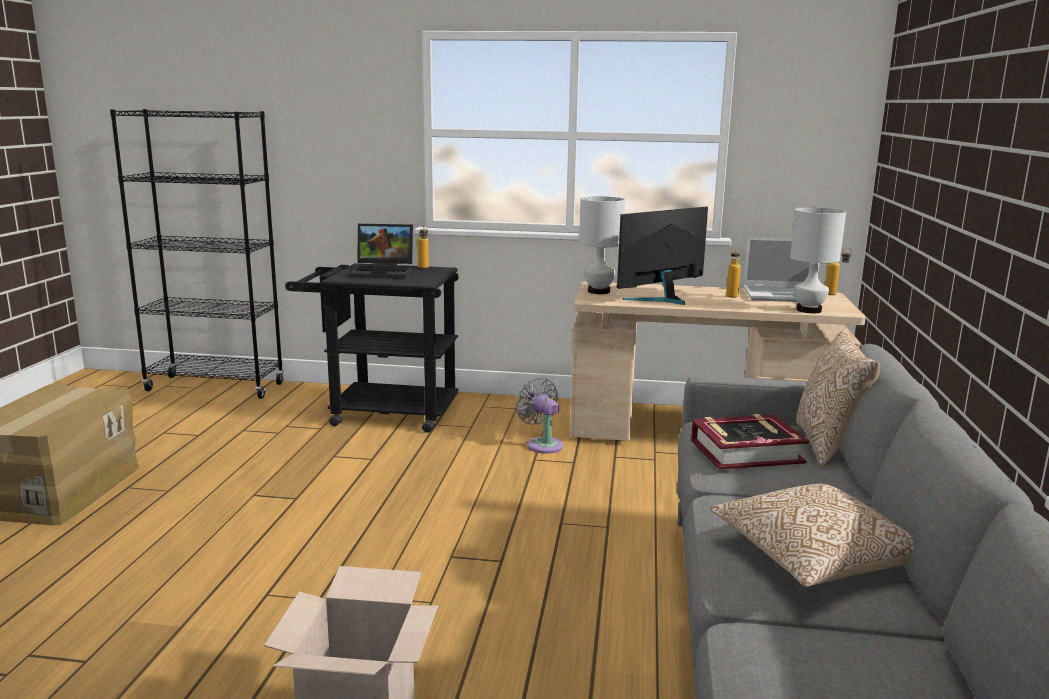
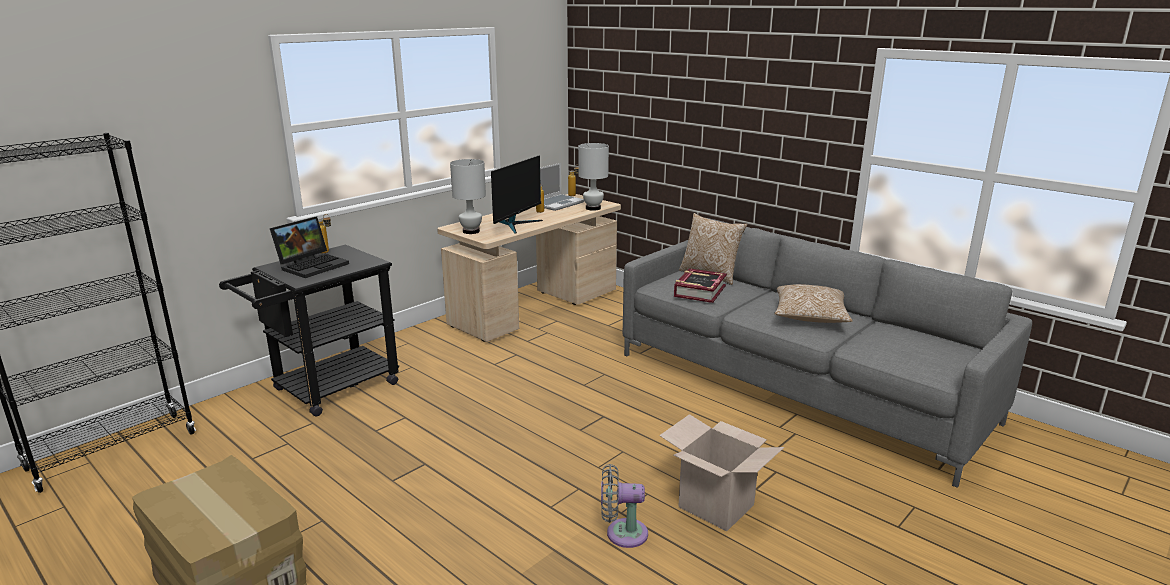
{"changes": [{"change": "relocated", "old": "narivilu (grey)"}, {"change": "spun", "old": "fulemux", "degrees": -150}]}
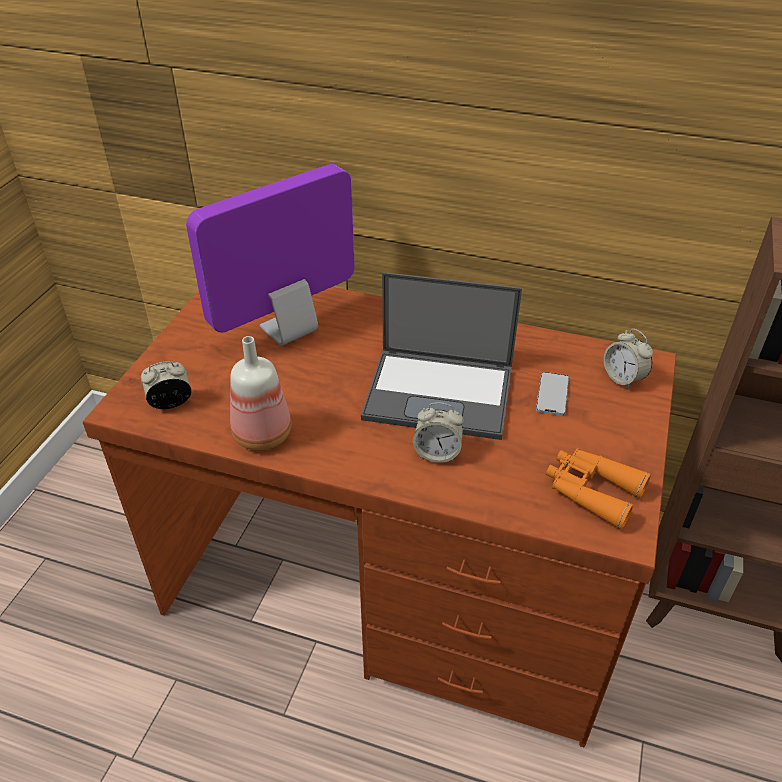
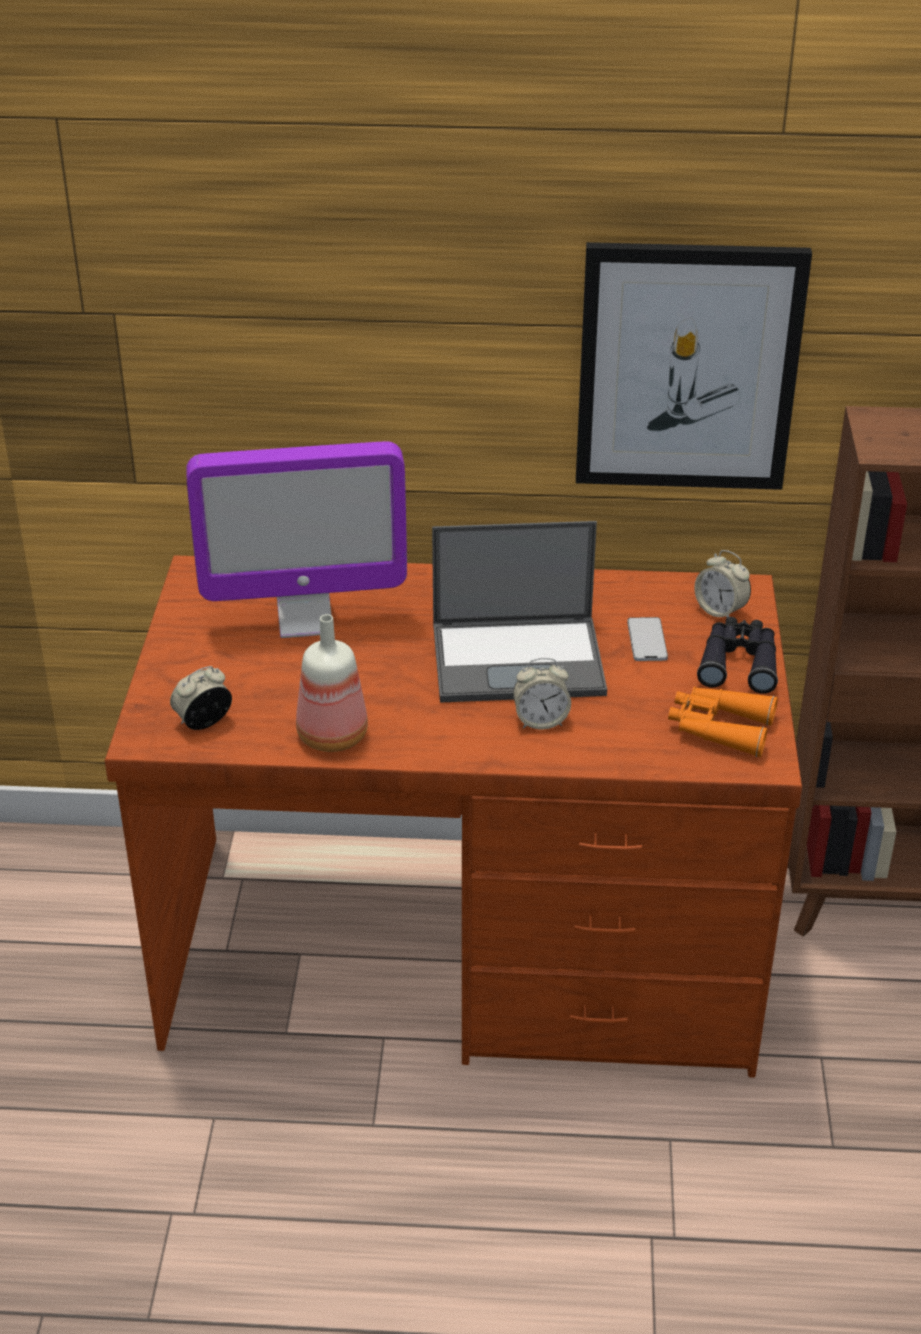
{"changes": [{"change": "appeared", "new": "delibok"}, {"change": "appeared", "new": "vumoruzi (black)"}, {"change": "spun", "old": "fulemux", "degrees": -135}]}
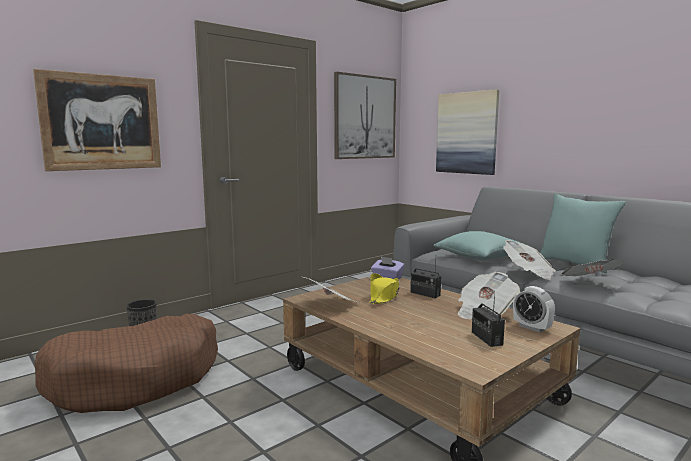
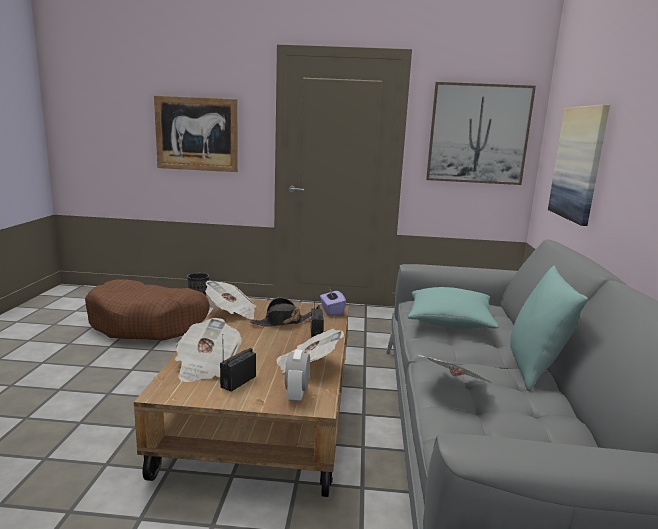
{"changes": [{"change": "relocated", "old": "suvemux (no. 3 from left in the first image)", "new": "suvemux (no. 1 from left)"}, {"change": "colour", "old": "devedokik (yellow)", "new": "devedokik (black)"}]}
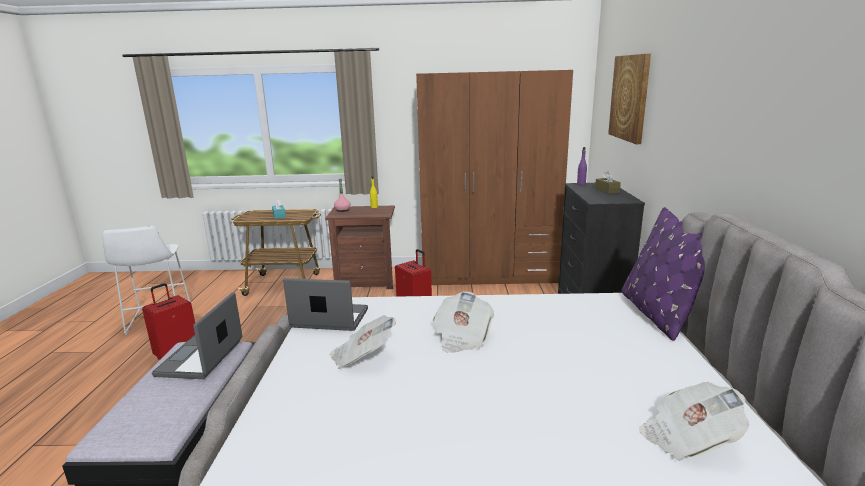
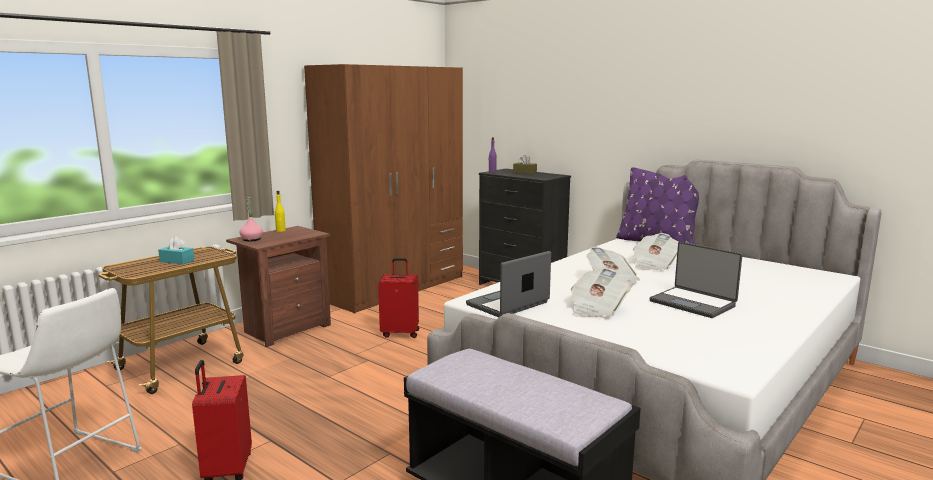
{"changes": [{"change": "missing", "old": "delibok"}, {"change": "relocated", "old": "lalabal (no. 1 from left in the first image)", "new": "lalabal (no. 2 from left)"}, {"change": "relocated", "old": "suvemux (no. 3 from left)"}]}
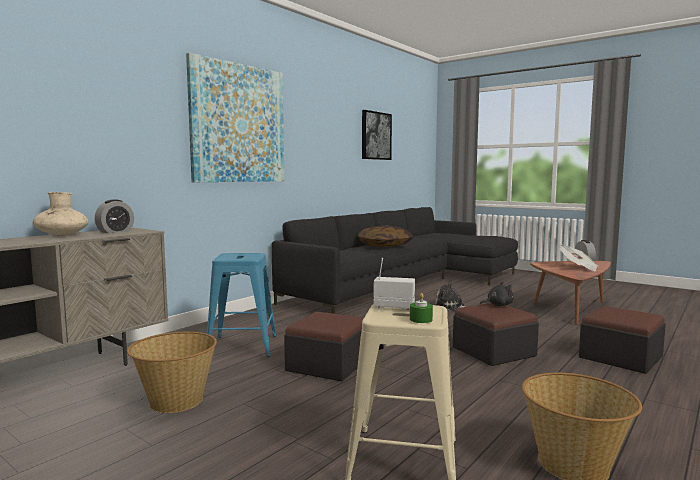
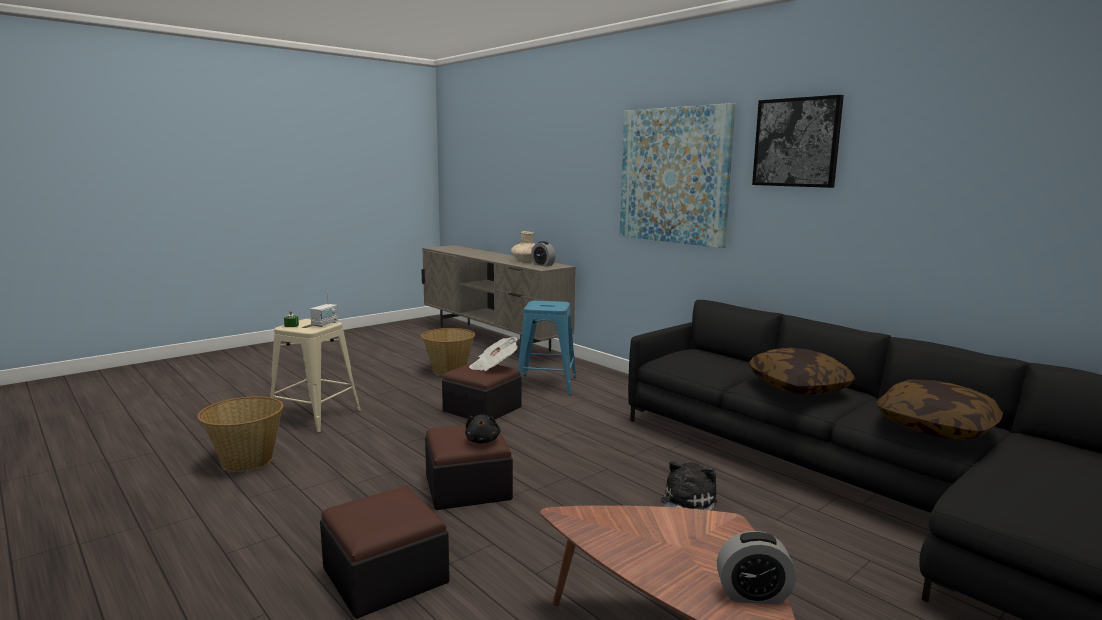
{"changes": [{"change": "appeared", "new": "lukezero (no. 2 from left)"}, {"change": "relocated", "old": "delibok (no. 2 from left)"}, {"change": "relocated", "old": "suvemux"}]}
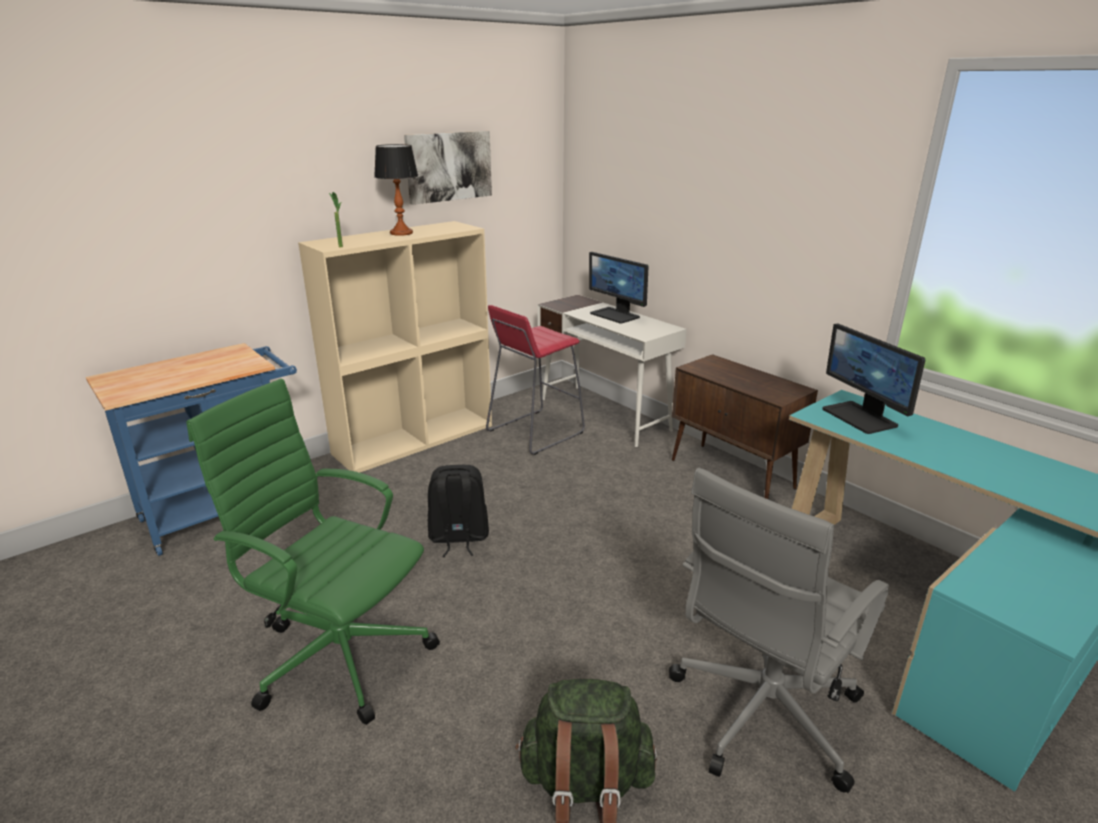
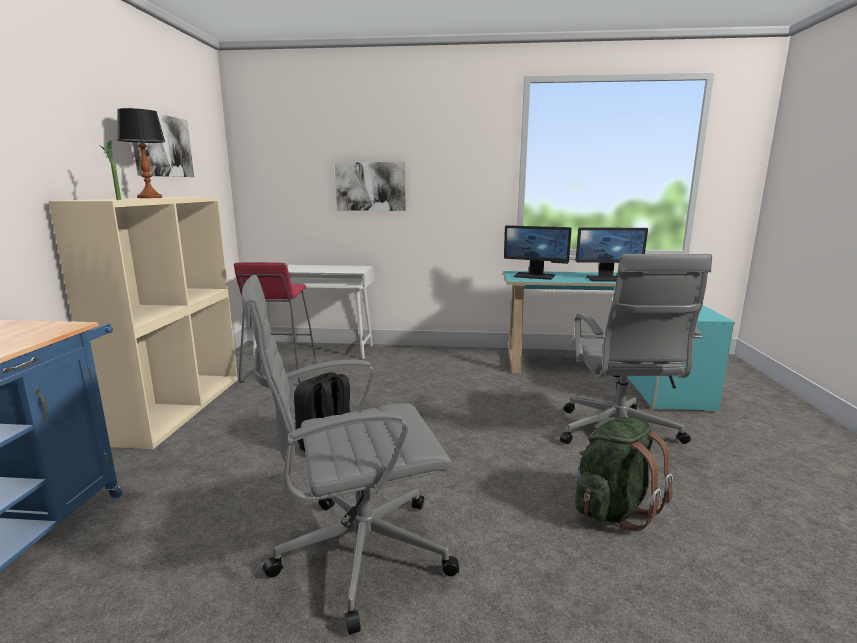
{"changes": [{"change": "missing", "old": "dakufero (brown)"}, {"change": "appeared", "new": "delibok (no. 2 from left)"}, {"change": "relocated", "old": "fulemux (no. 1 from left in the first image)", "new": "fulemux (no. 2 from left)"}, {"change": "colour", "old": "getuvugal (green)", "new": "getuvugal (grey) (no. 1 from left)"}]}
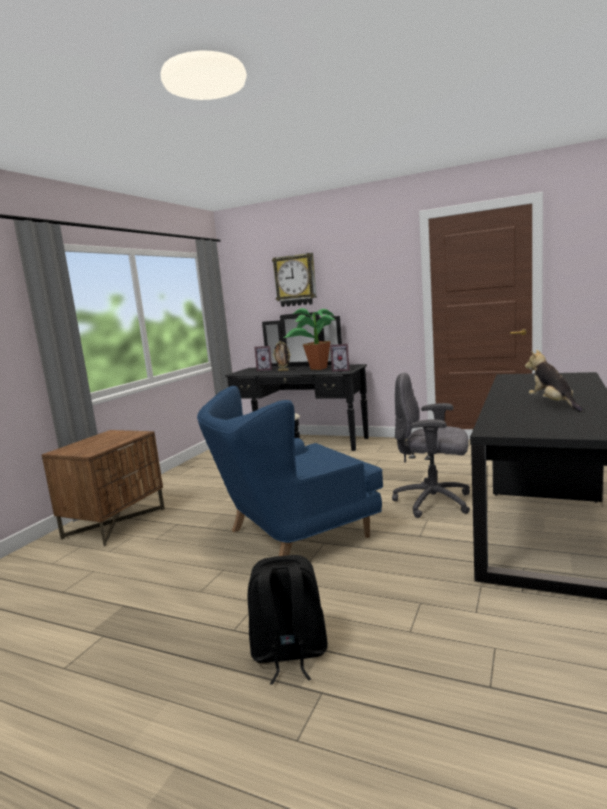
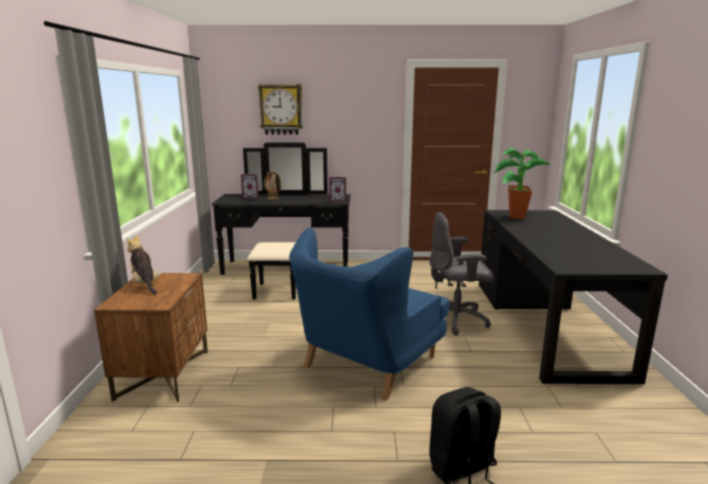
{"changes": [{"change": "relocated", "old": "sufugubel"}, {"change": "relocated", "old": "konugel"}]}
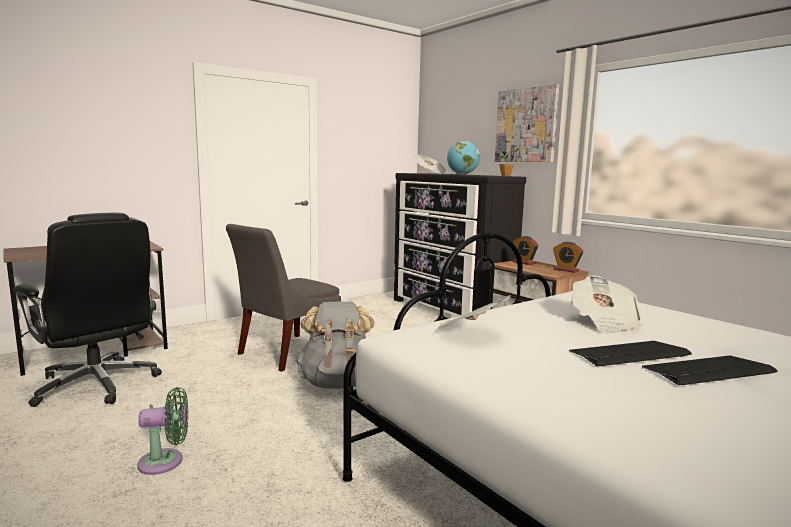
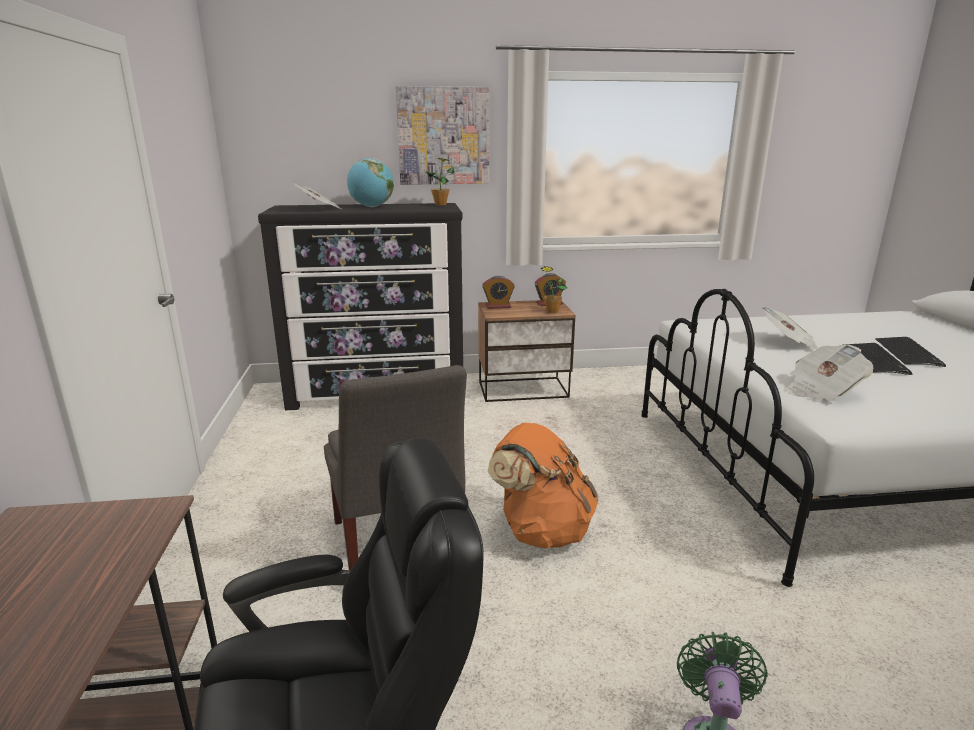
{"changes": [{"change": "appeared", "new": "sufugubel (no. 2 from left)"}, {"change": "colour", "old": "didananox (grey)", "new": "didananox (orange)"}]}
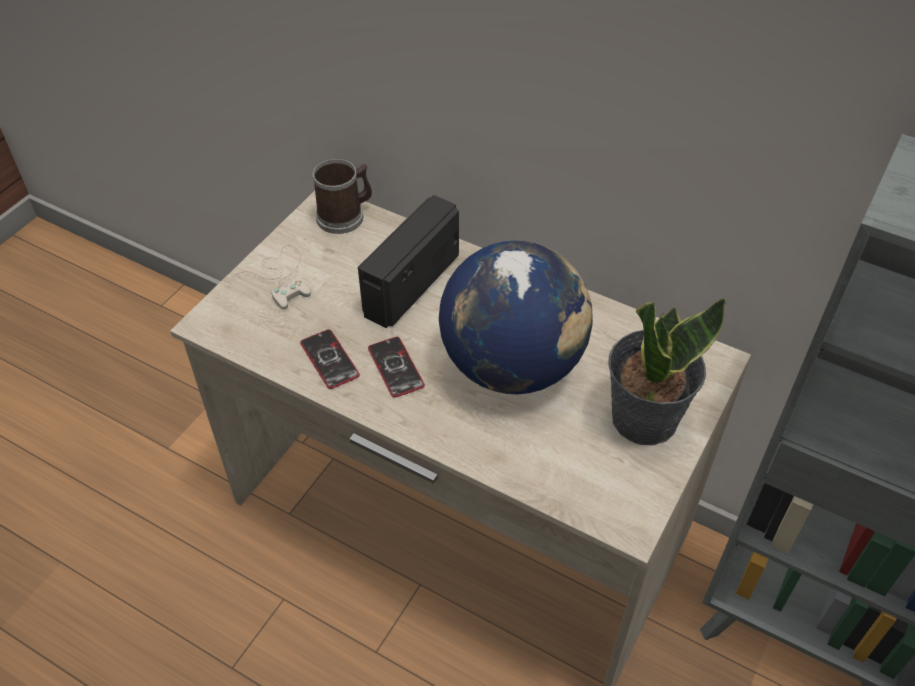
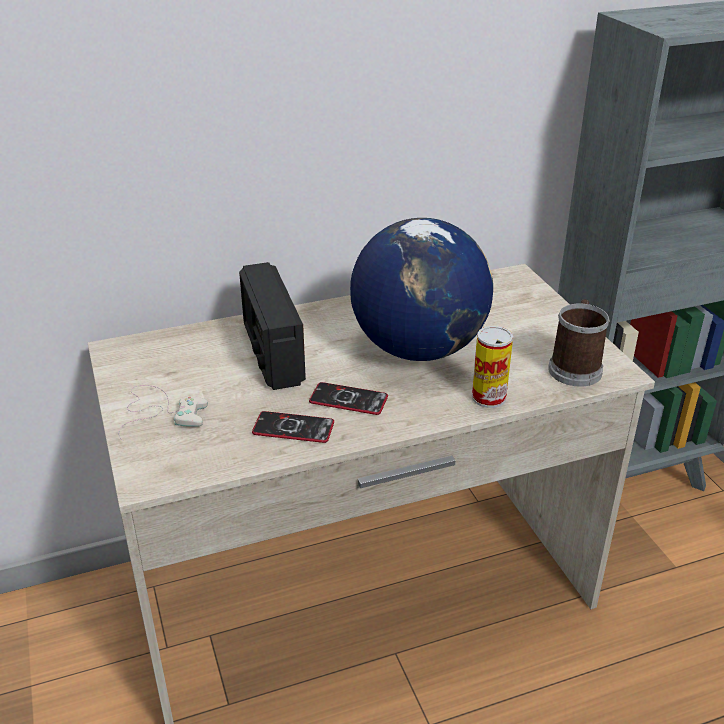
{"changes": [{"change": "missing", "old": "sufugubel"}, {"change": "appeared", "new": "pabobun"}, {"change": "relocated", "old": "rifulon"}]}
